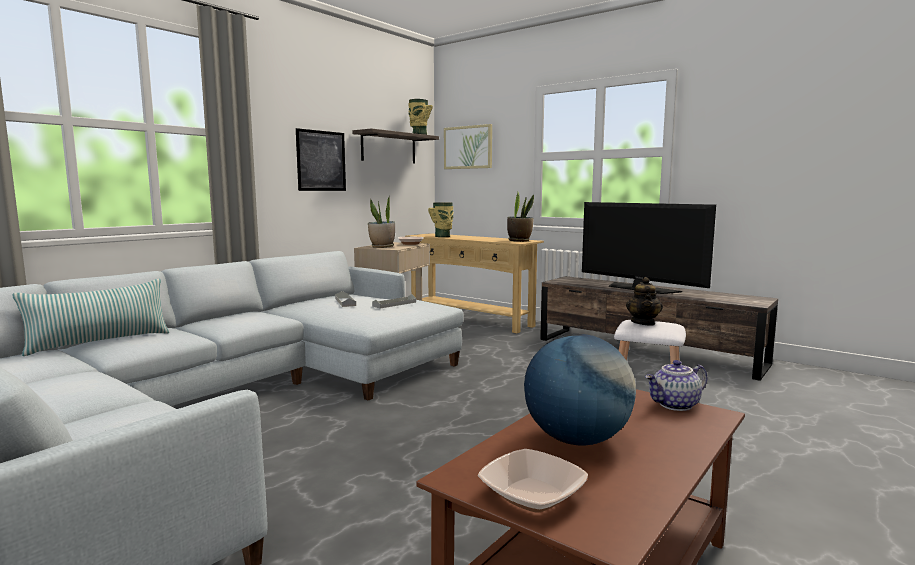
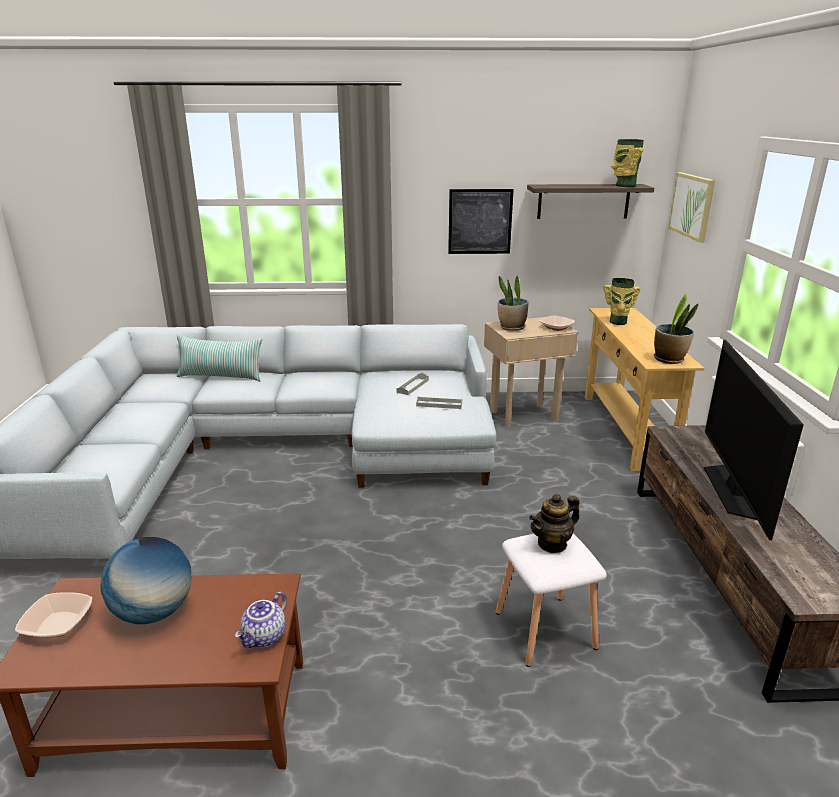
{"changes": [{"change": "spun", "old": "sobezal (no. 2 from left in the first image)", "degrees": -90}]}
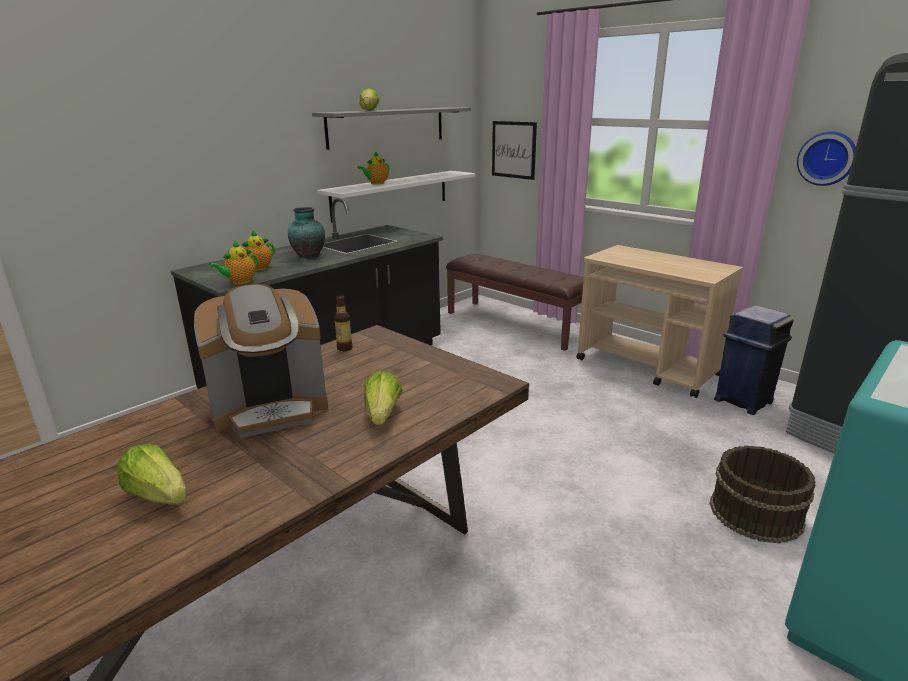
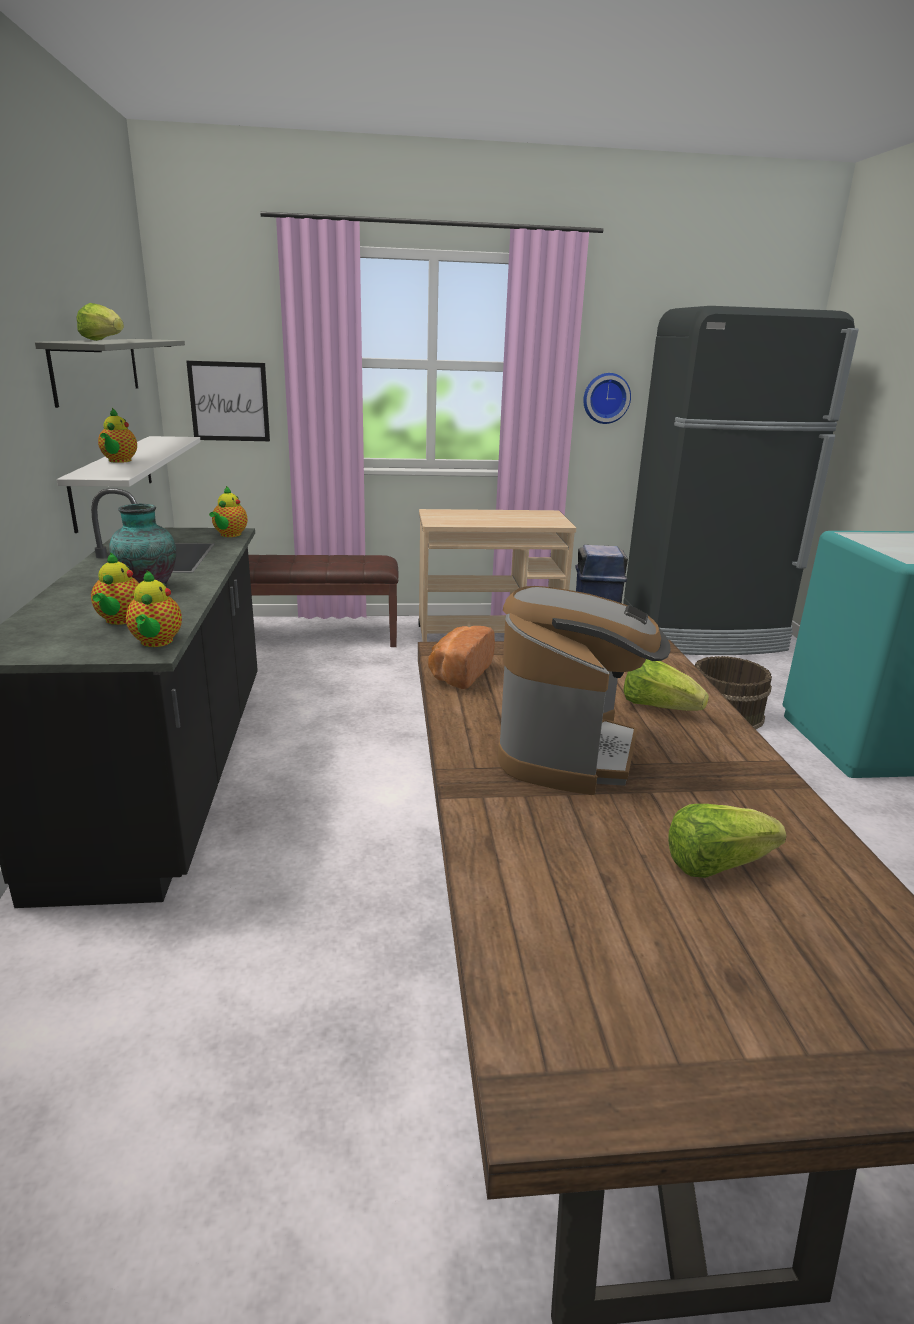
{"changes": [{"change": "appeared", "new": "sobezal (no. 4 from left)"}, {"change": "exchanged", "old": "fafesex", "new": "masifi"}]}
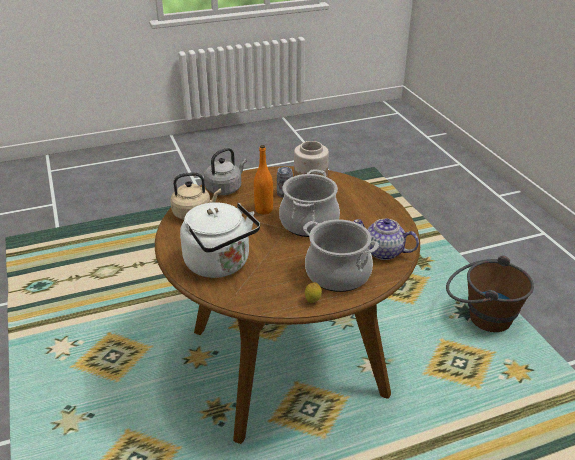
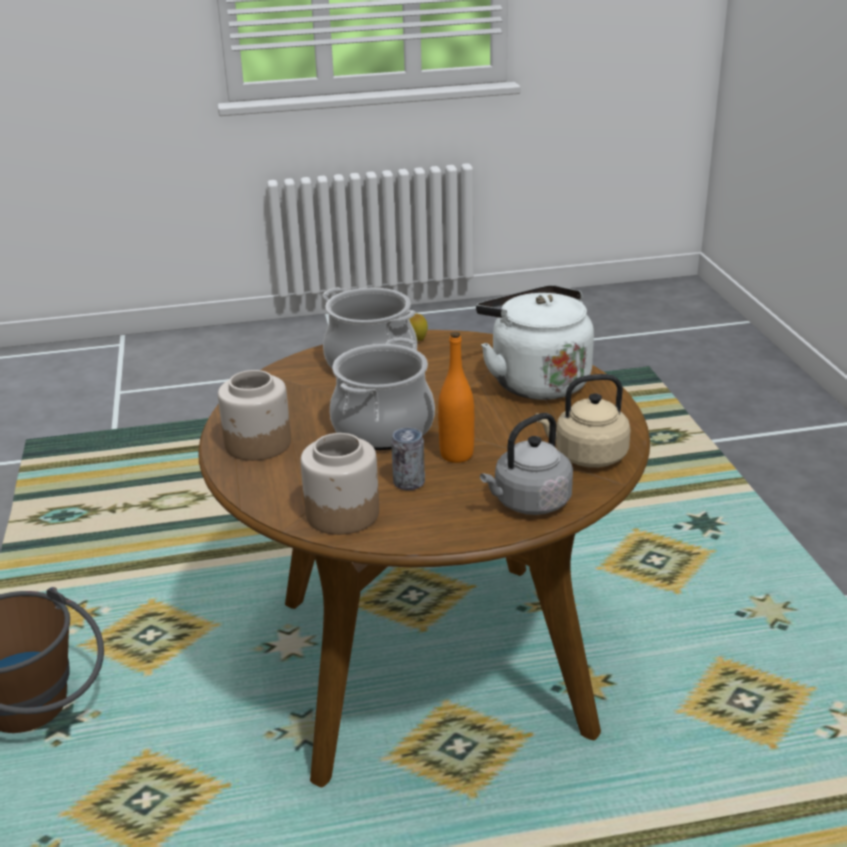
{"changes": [{"change": "missing", "old": "sobezal"}, {"change": "appeared", "new": "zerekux (no. 1 from left)"}]}
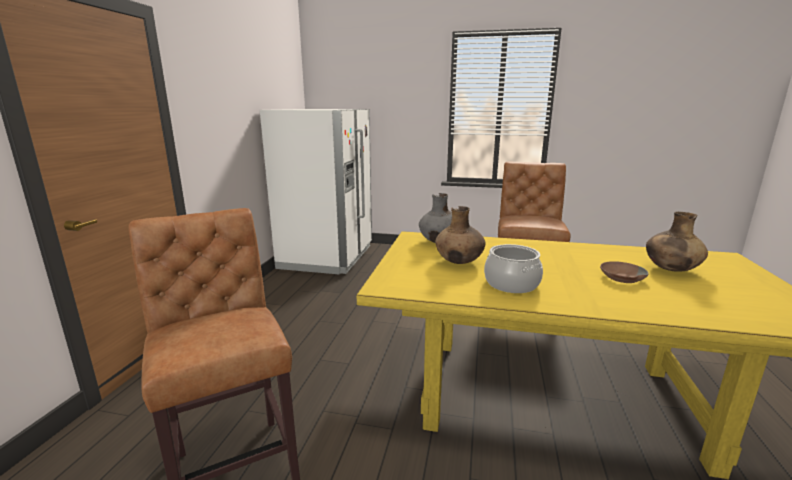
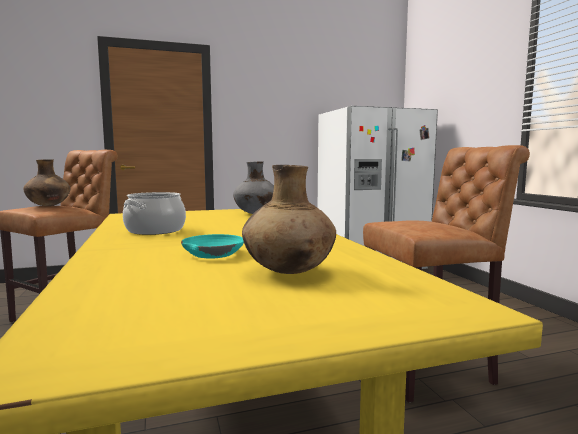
{"changes": [{"change": "relocated", "old": "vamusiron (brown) (no. 1 from left)"}, {"change": "colour", "old": "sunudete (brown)", "new": "sunudete (turquoise)"}]}
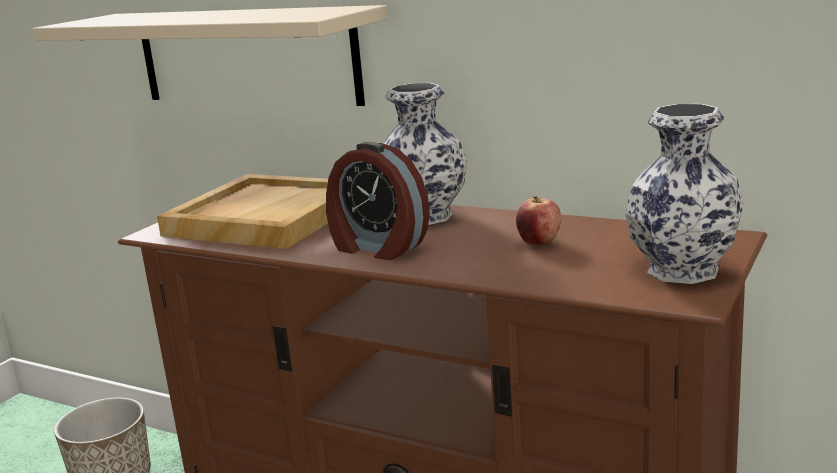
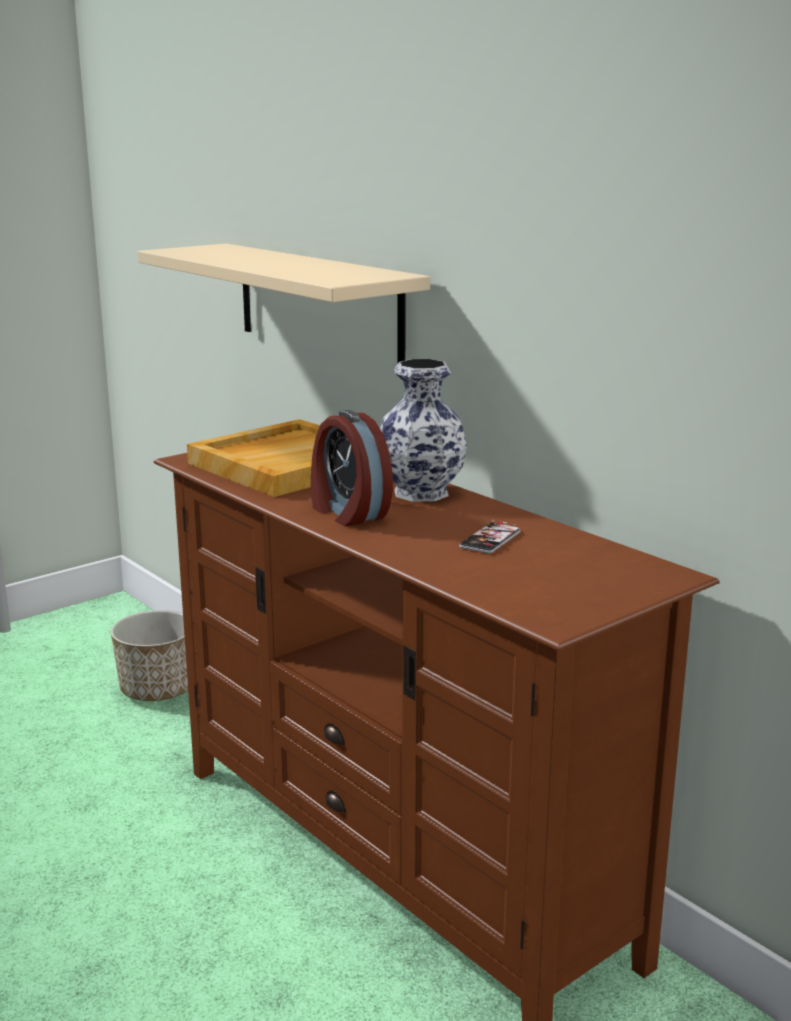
{"changes": [{"change": "missing", "old": "vamusiron (no. 2 from left)"}, {"change": "exchanged", "old": "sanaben", "new": "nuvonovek"}]}
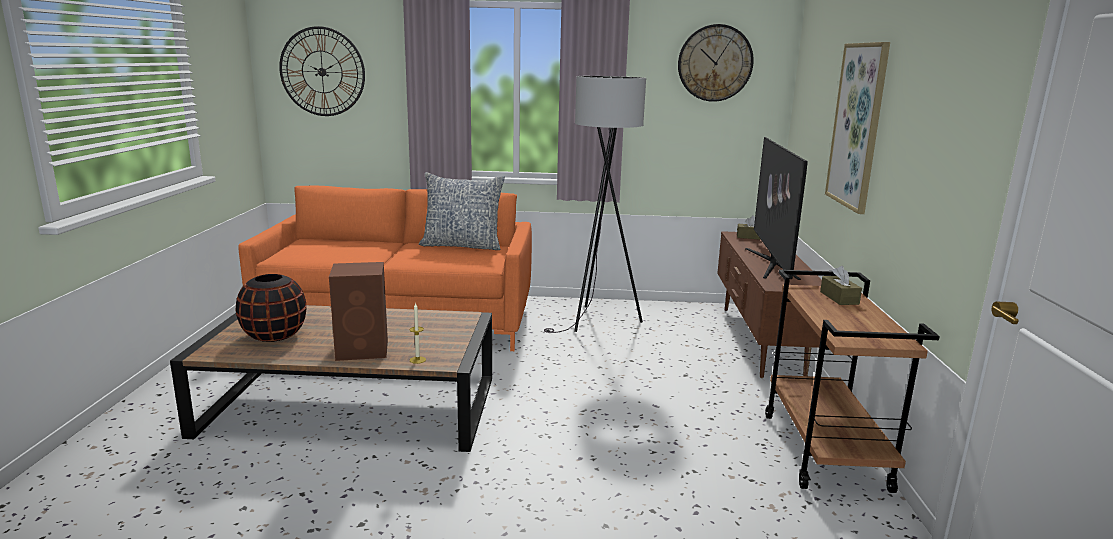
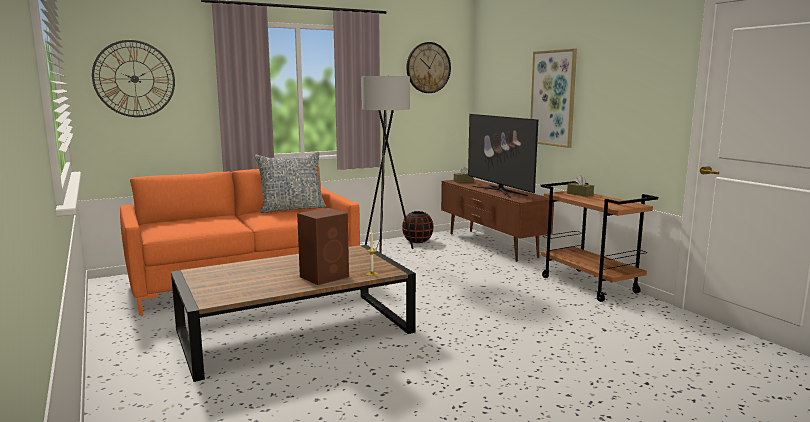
{"changes": [{"change": "relocated", "old": "vamusiron (black)"}]}
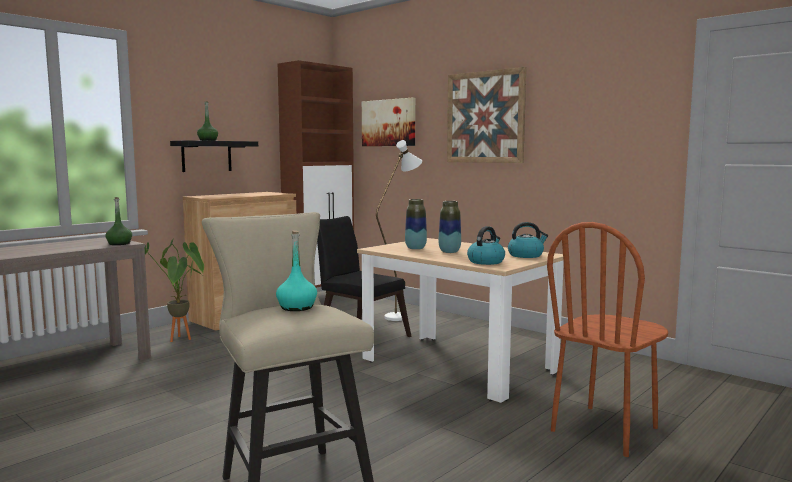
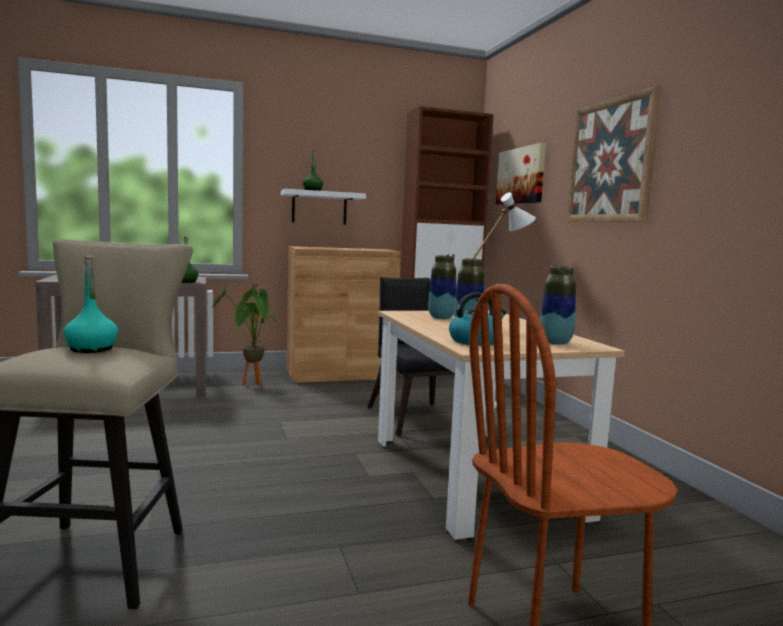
{"changes": [{"change": "exchanged", "old": "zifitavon (no. 2 from left)", "new": "vamusiron (no. 3 from left)"}, {"change": "colour", "old": "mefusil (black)", "new": "mefusil (white)"}]}
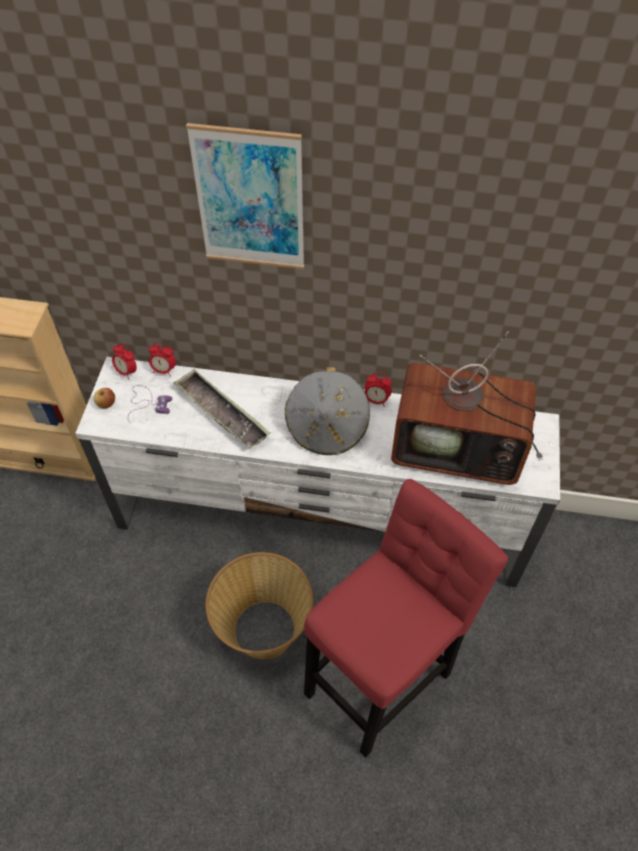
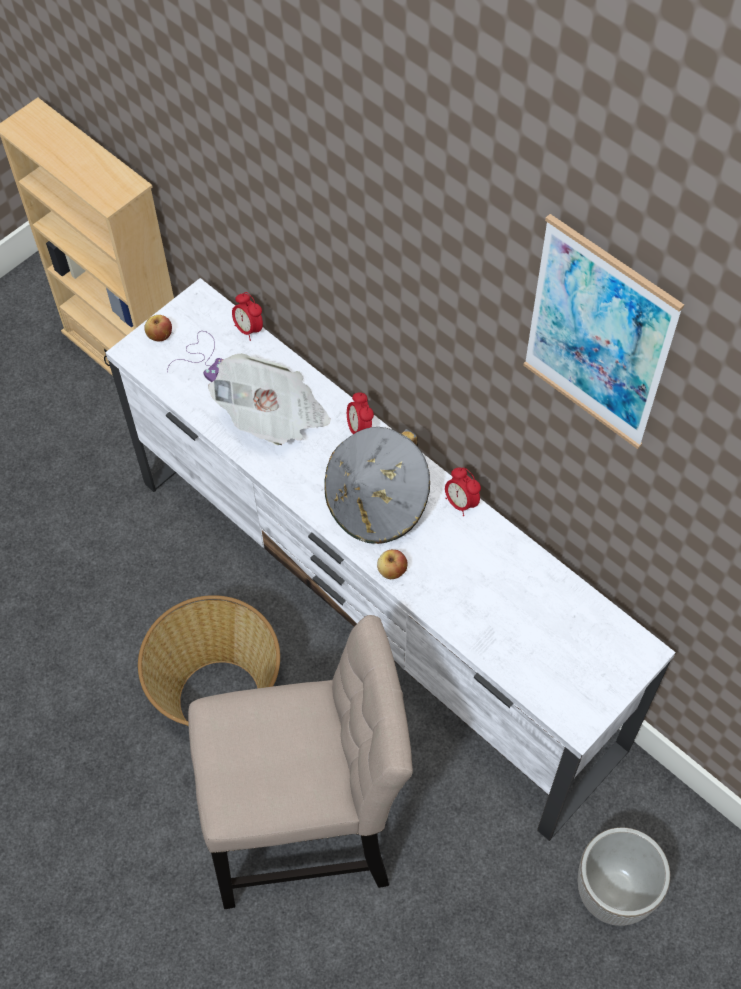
{"changes": [{"change": "missing", "old": "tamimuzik"}, {"change": "appeared", "new": "sanaben (no. 2 from left)"}, {"change": "appeared", "new": "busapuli"}, {"change": "relocated", "old": "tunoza (no. 1 from left in the first image)", "new": "tunoza (no. 2 from left)"}, {"change": "relocated", "old": "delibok"}, {"change": "exchanged", "old": "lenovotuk", "new": "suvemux"}, {"change": "colour", "old": "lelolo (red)", "new": "lelolo (beige)"}]}
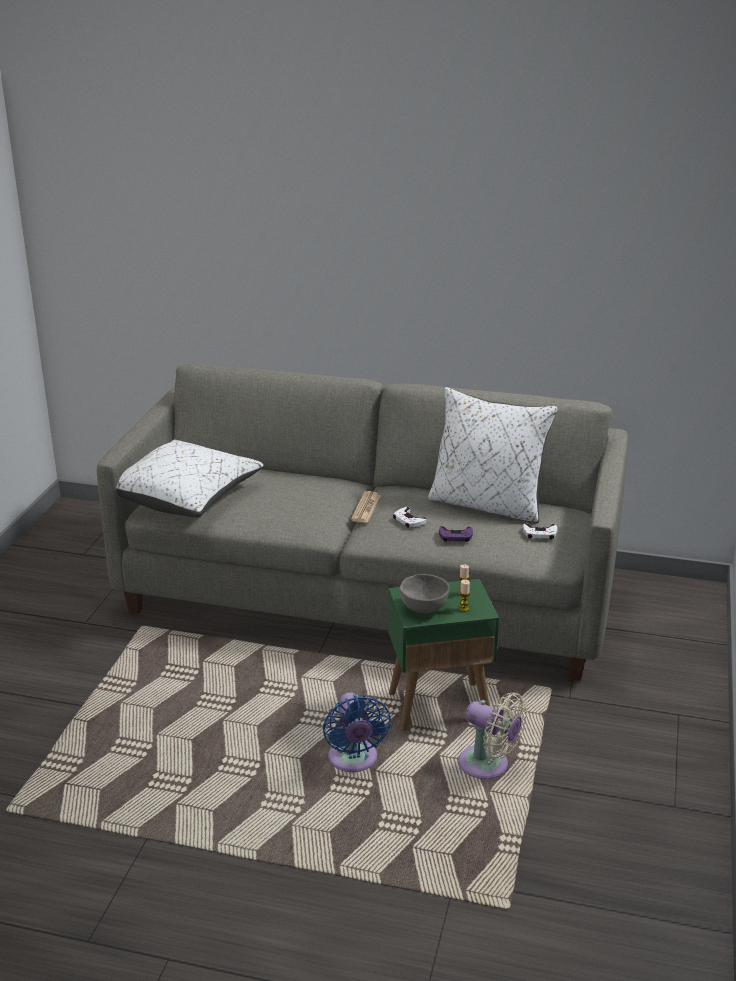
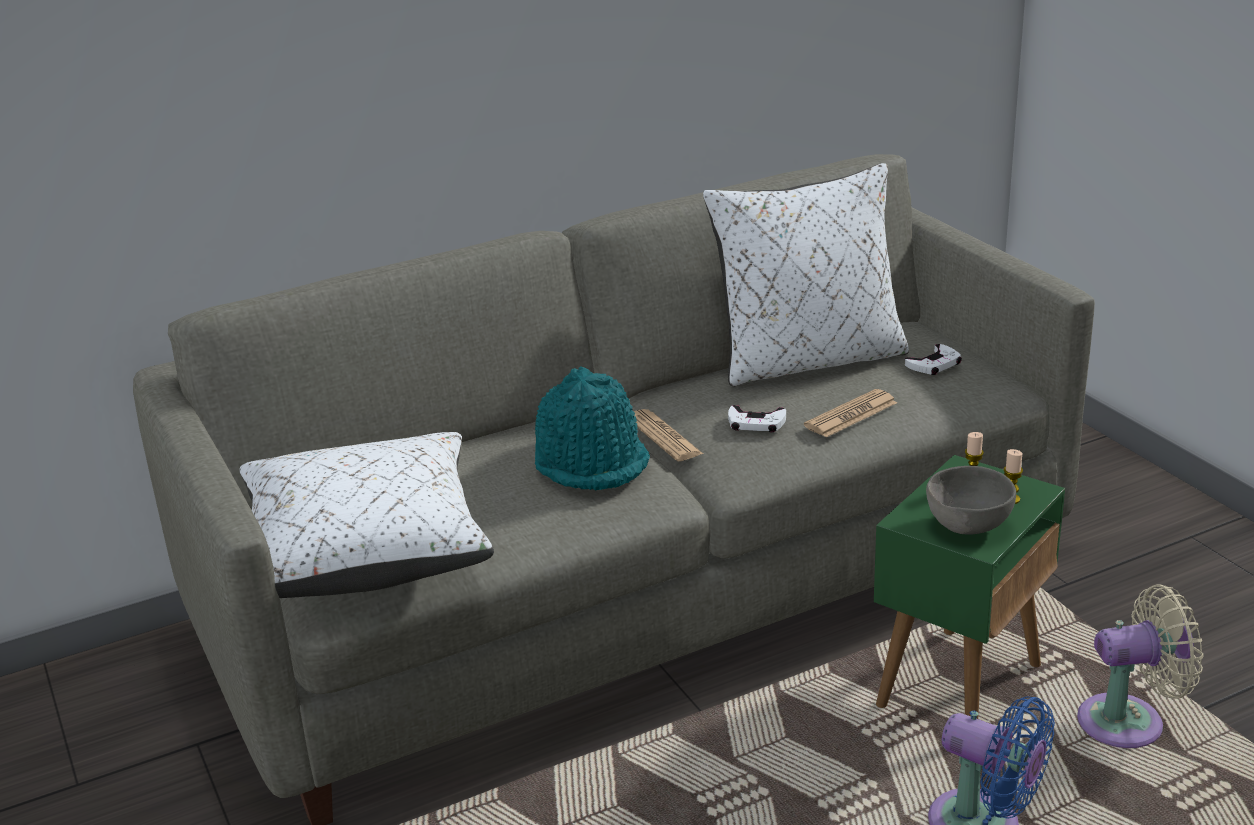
{"changes": [{"change": "appeared", "new": "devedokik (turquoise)"}, {"change": "exchanged", "old": "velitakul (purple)", "new": "suvemux (no. 2 from left)"}]}
